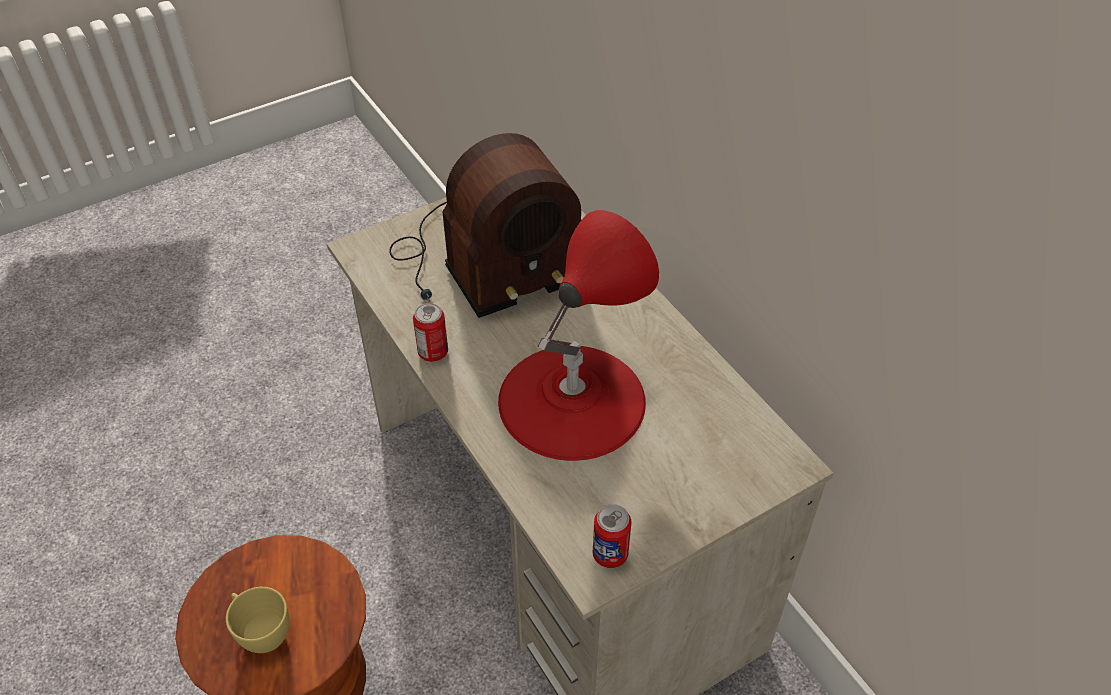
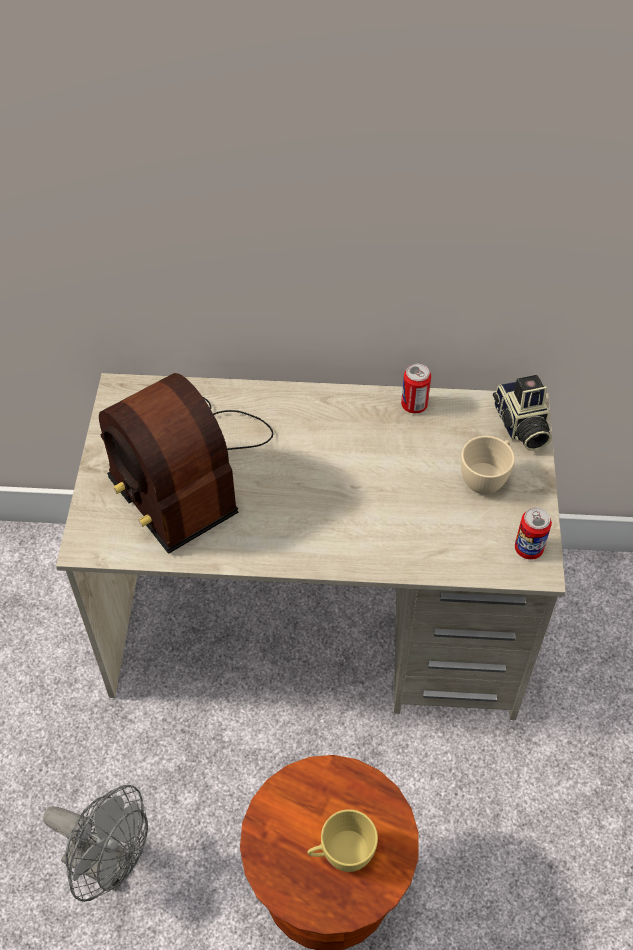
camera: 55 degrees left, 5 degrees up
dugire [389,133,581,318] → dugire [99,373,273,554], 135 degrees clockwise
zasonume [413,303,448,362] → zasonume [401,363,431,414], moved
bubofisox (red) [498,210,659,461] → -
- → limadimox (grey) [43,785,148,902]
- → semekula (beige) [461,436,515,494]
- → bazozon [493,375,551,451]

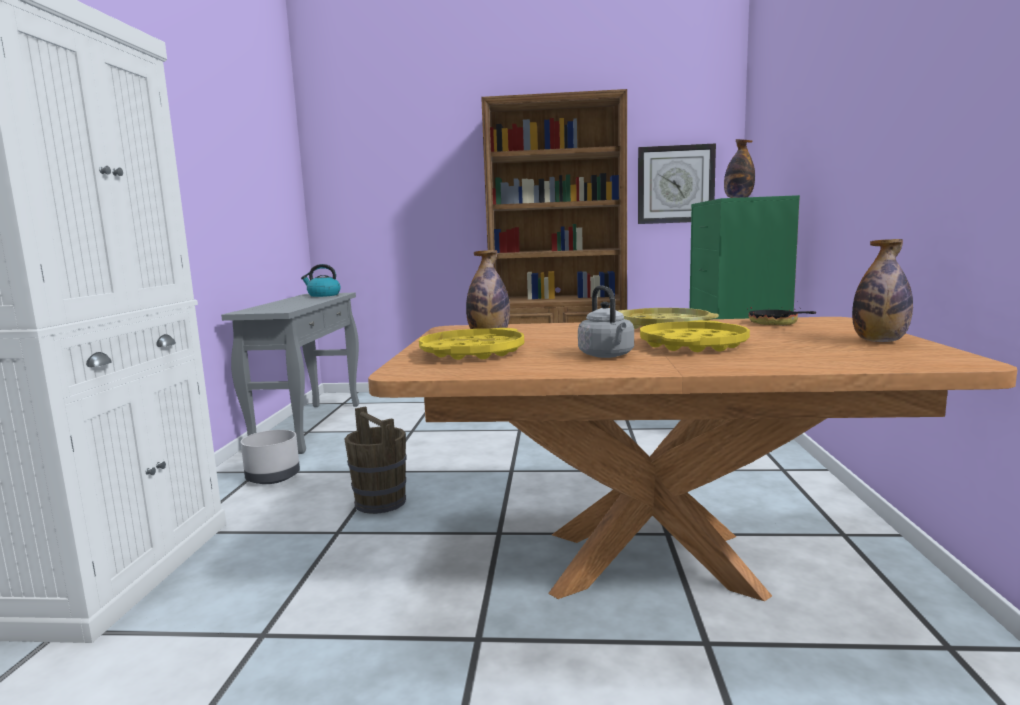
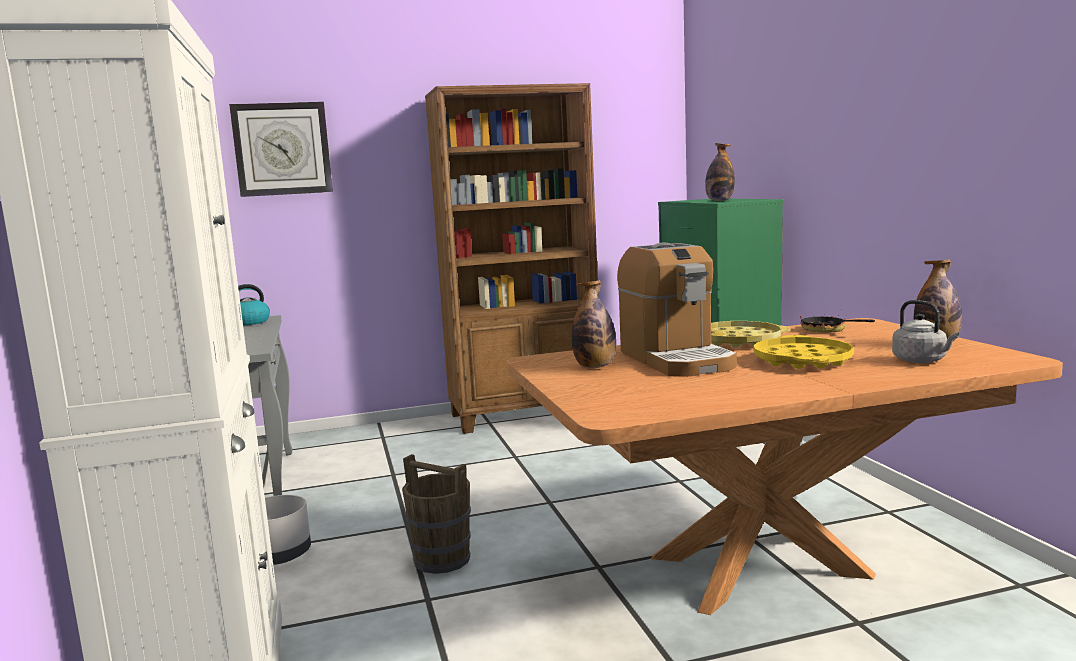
camera: 20 degrees left, 0 degrees up
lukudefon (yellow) [419,328,524,360] → -
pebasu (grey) [578,286,634,358] → pebasu (grey) [892,300,959,363], moved
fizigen [638,143,716,224] → fizigen [229,102,333,197], moved
- → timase [617,243,737,377]

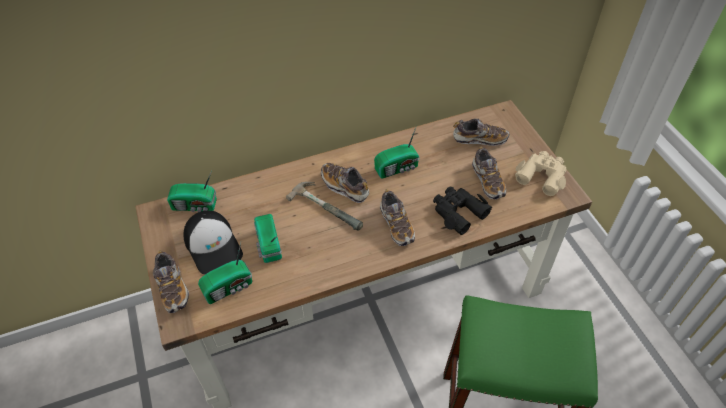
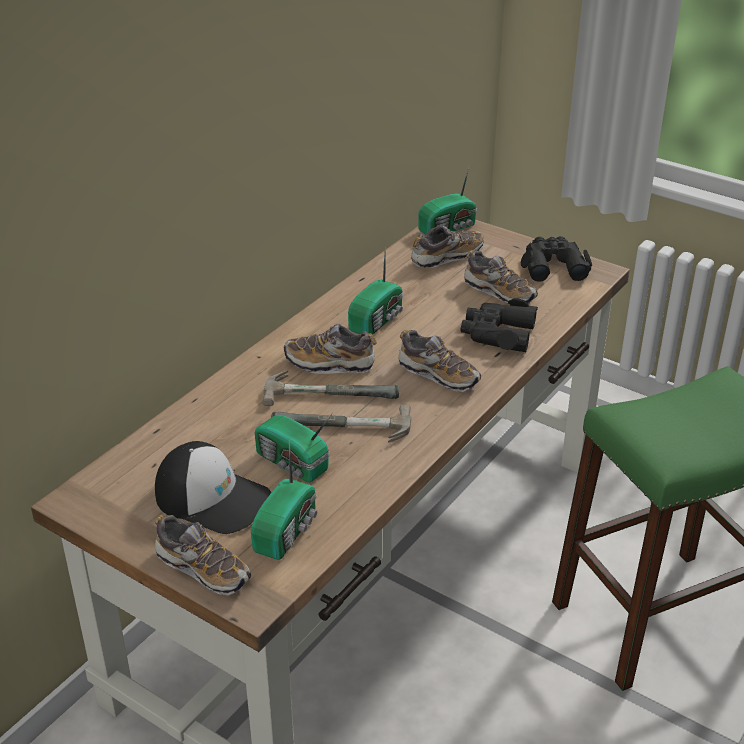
camera: 35 degrees left, 15 degrees down
dugire [167,171,217,212] → dugire [418,165,477,235], moved
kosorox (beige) [515,151,567,196] → kosorox (black) [521,236,592,282]
- → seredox [271,404,411,443]

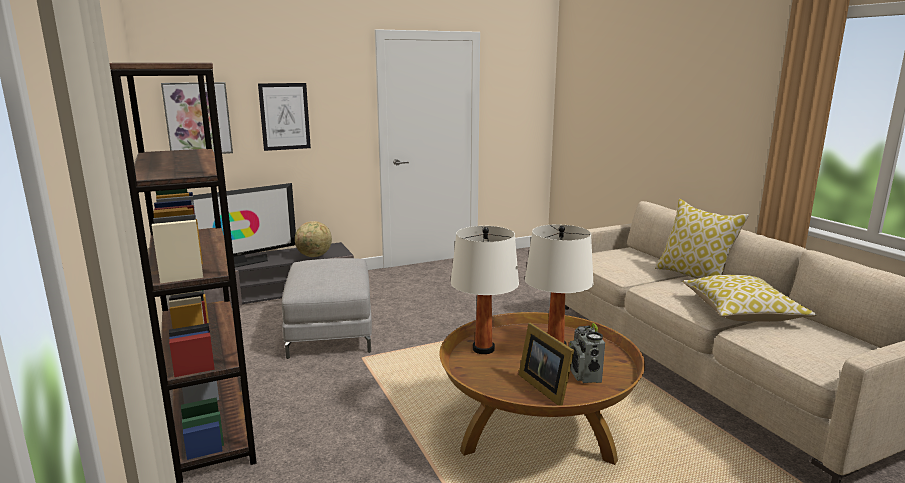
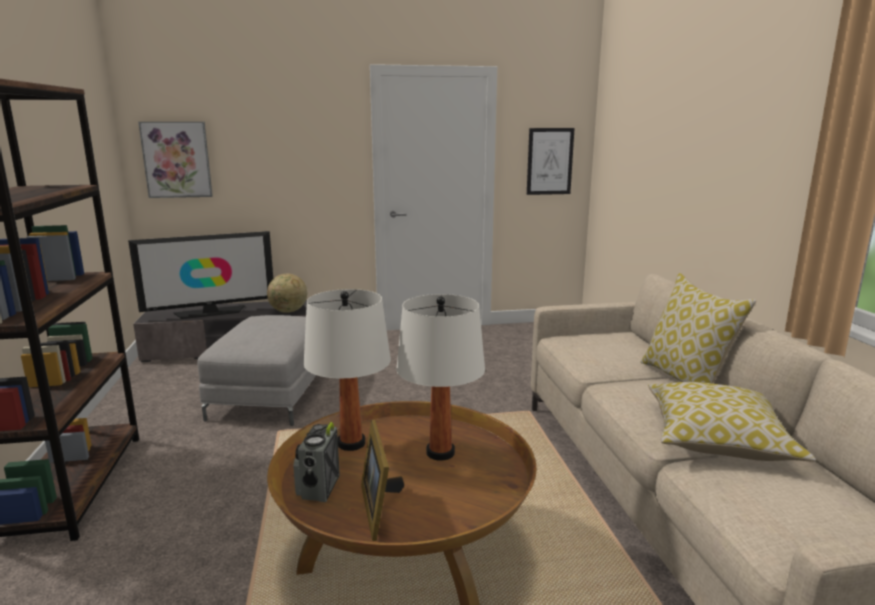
camera: 15 degrees right, 0 degrees up
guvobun [258,83,311,151] → guvobun [527,128,575,195], moved
dugire [569,323,605,383] → dugire [293,422,340,502], moved

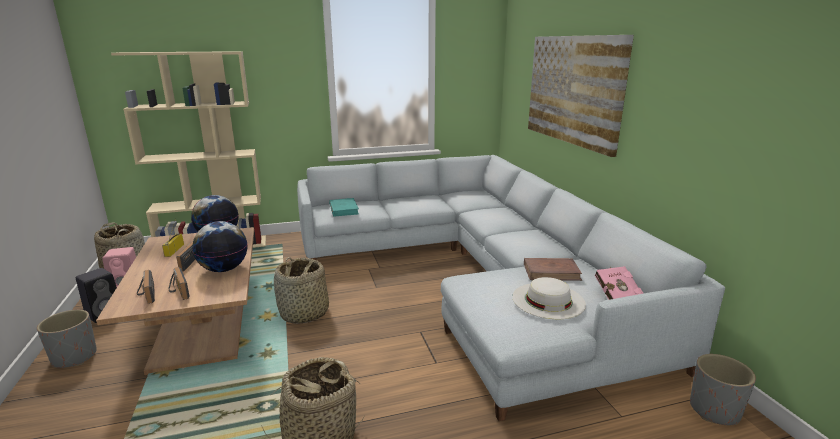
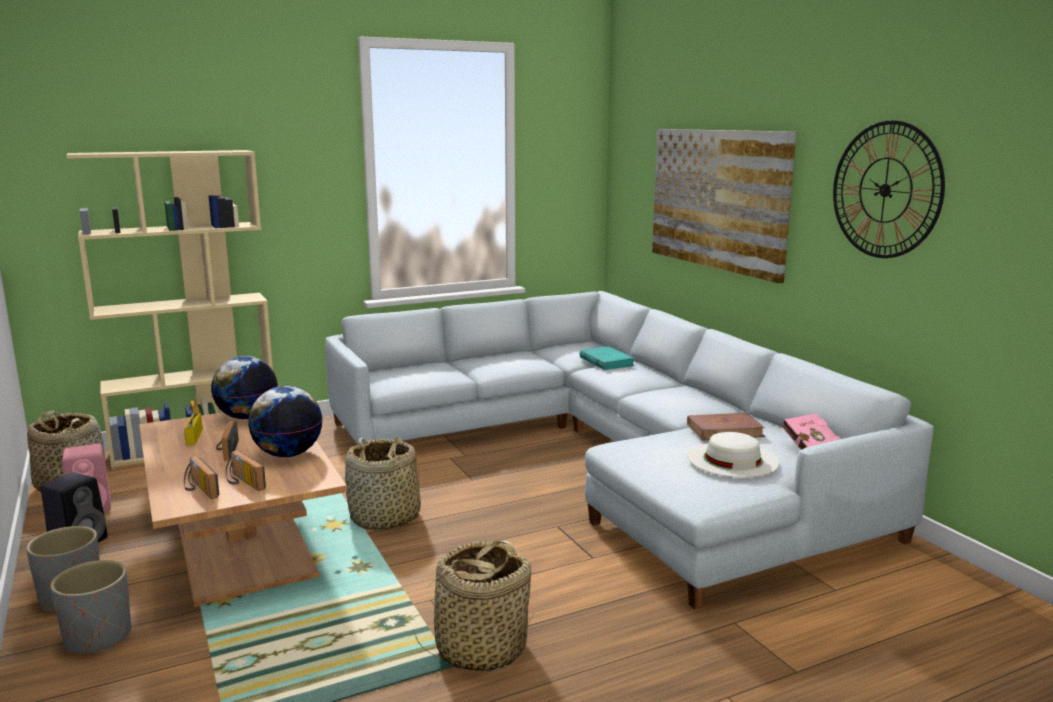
camera: 10 degrees left, 5 degrees down
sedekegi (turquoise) [329,198,359,217] → sedekegi (turquoise) [580,346,635,370], moved
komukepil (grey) [690,354,756,425] → komukepil (grey) [50,560,131,654], moved
- → fizigen [833,120,945,258]

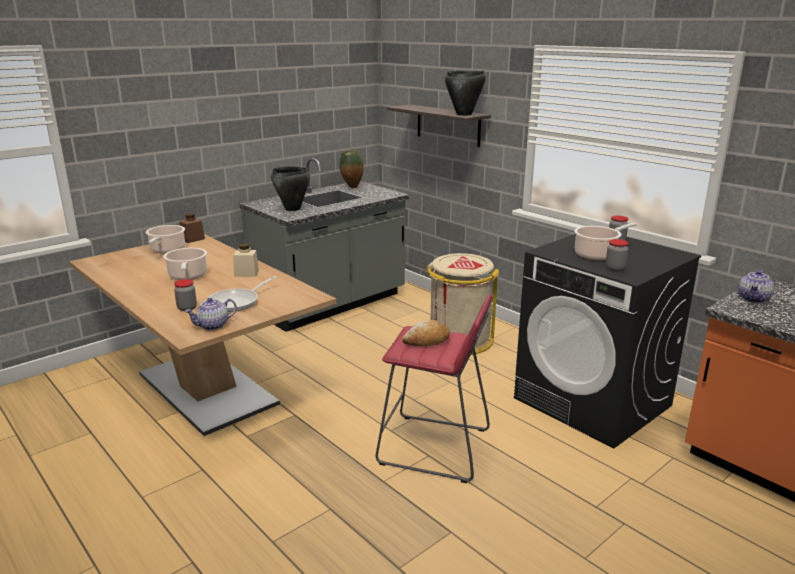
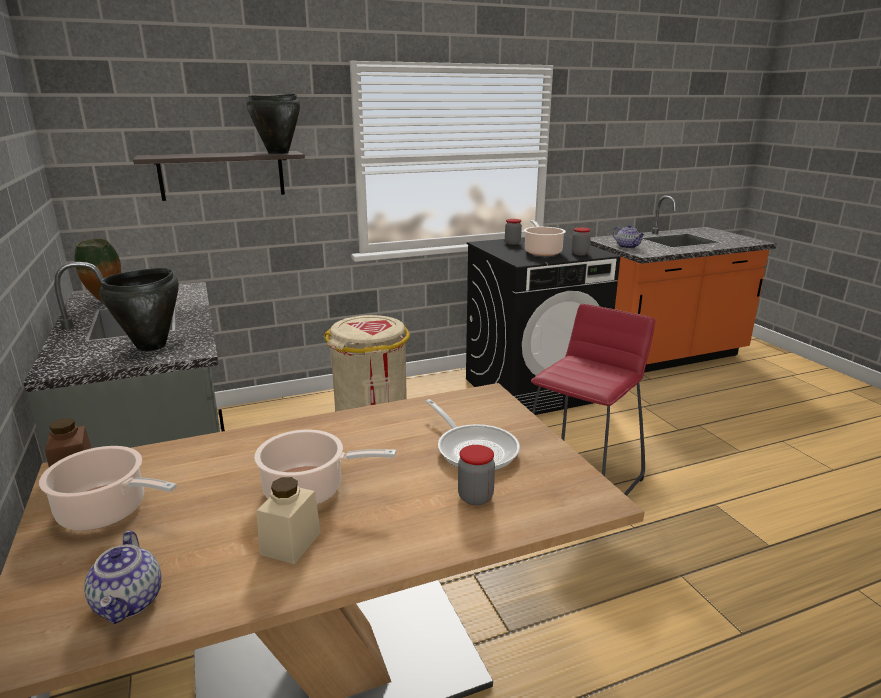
camera: 70 degrees left, 0 degrees up
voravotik [185,298,237,330] → voravotik [84,531,162,624], moved
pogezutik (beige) [233,243,259,277] → pogezutik (beige) [256,477,321,564], moved
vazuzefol [402,320,450,346] → -

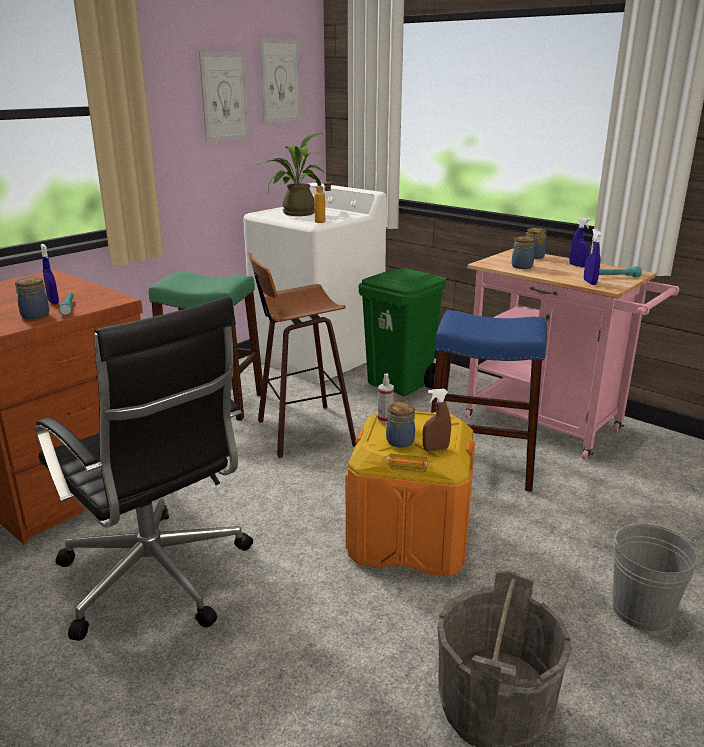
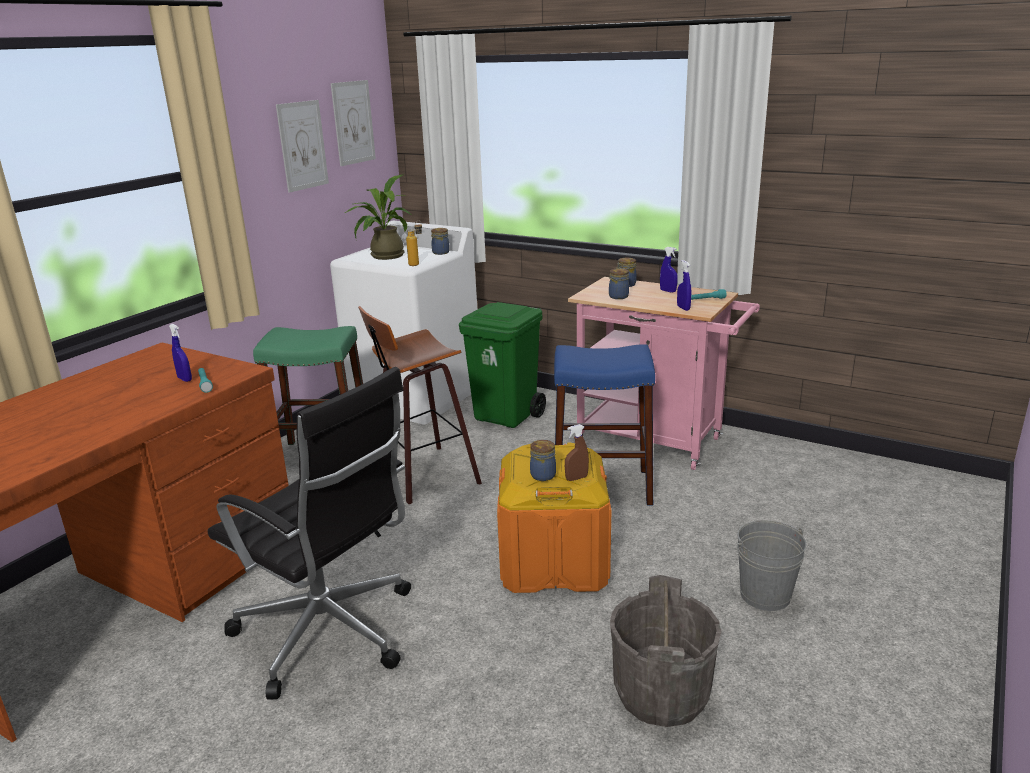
camera: 10 degrees left, 0 degrees up
pogezutik [15,277,49,320] → pogezutik [431,228,450,255], moved
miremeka [378,374,394,423] → -

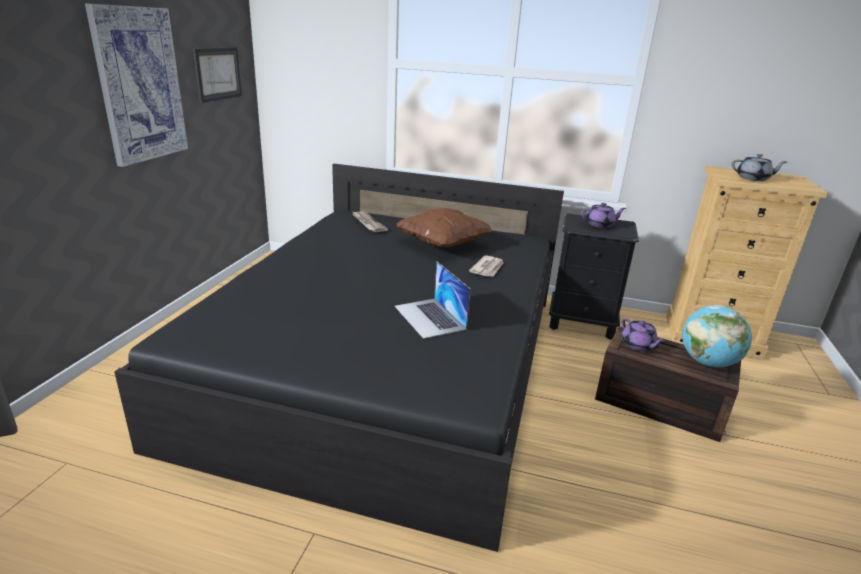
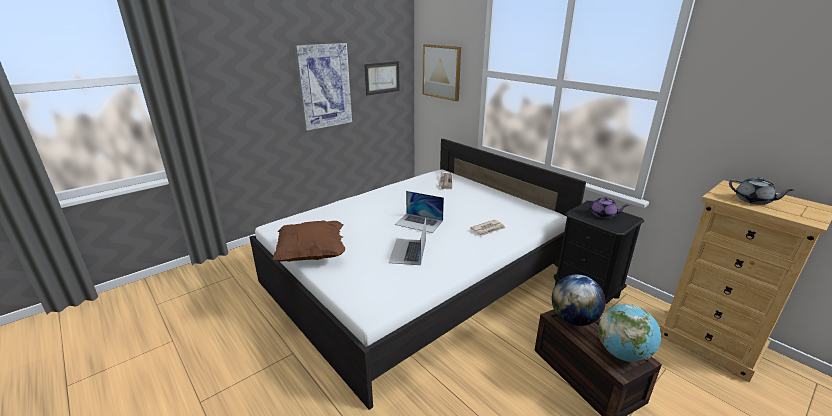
camera: 35 degrees right, 0 degrees up
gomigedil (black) [114,164,564,552] → gomigedil (white) [250,139,586,410]
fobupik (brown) [397,208,492,248] → fobupik (brown) [272,220,345,262], moved
voravotik (purple) [621,318,665,351] → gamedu [552,275,606,326]
- → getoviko [395,191,444,233]
- → guvobun [423,44,461,101]

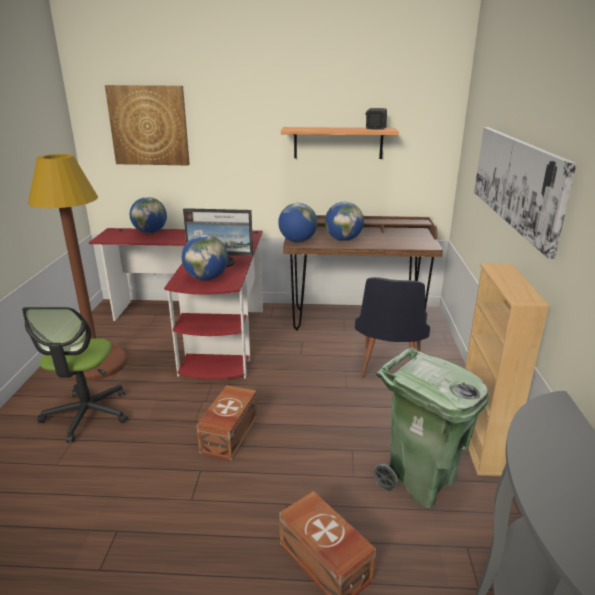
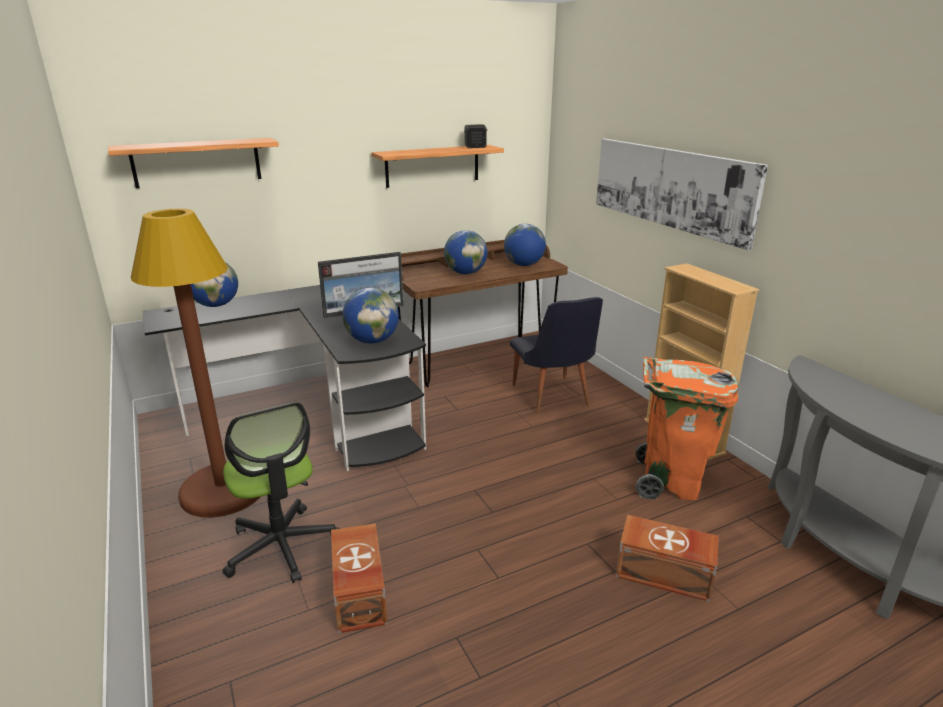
camera: 30 degrees left, 0 degrees up
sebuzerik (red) [89,228,263,379] → sebuzerik (black) [143,285,426,471]
guvobun [105,85,190,165] → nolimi [108,138,279,188]
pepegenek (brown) [196,385,257,460] → pepegenek (brown) [331,523,388,633], moved
gamedu [278,203,318,242] → gamedu [504,224,546,266], moved
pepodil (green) [373,347,488,508] → pepodil (orange) [635,357,739,500]

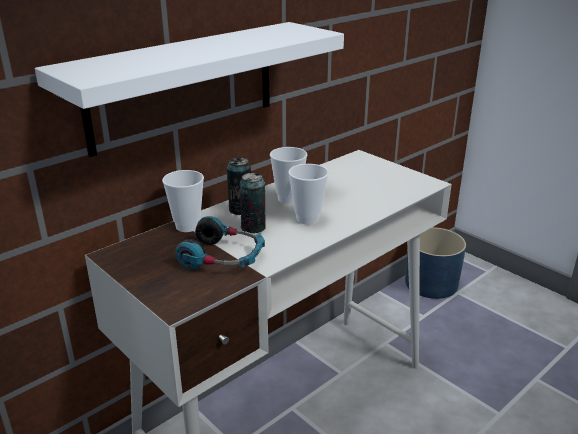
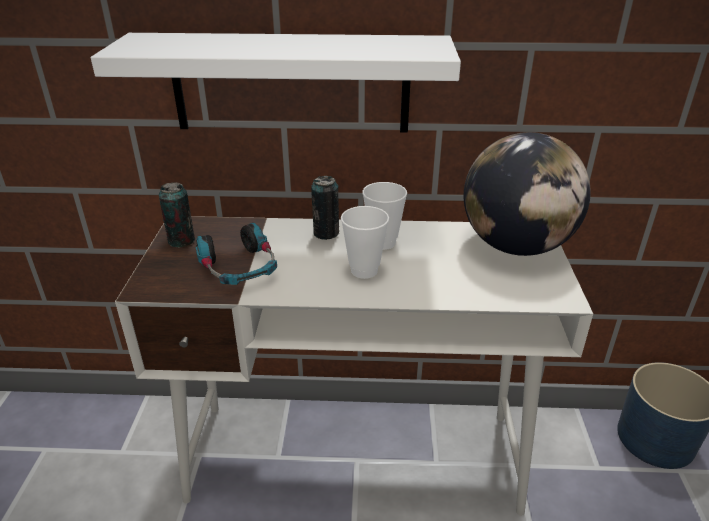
camera: 45 degrees right, 5 degrees up
semekula [162,170,204,232] → -
zasonume [239,173,266,233] → zasonume [159,182,195,247], moved
- → gamedu [464,132,591,256]

